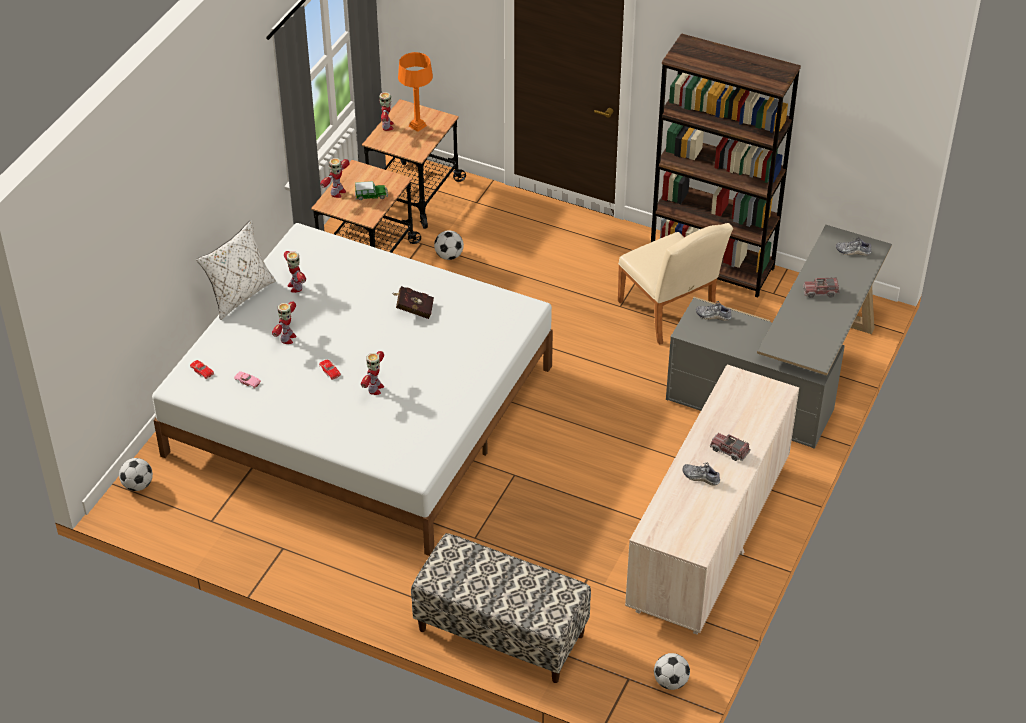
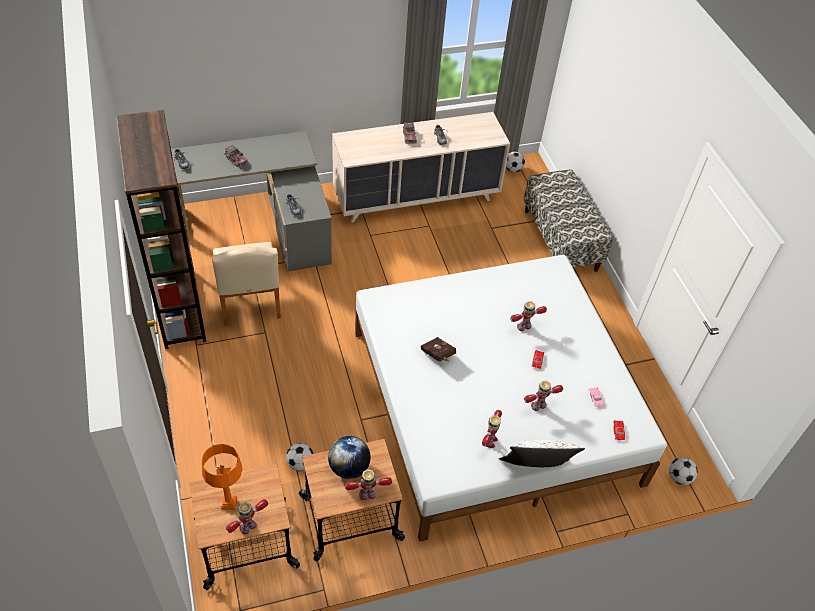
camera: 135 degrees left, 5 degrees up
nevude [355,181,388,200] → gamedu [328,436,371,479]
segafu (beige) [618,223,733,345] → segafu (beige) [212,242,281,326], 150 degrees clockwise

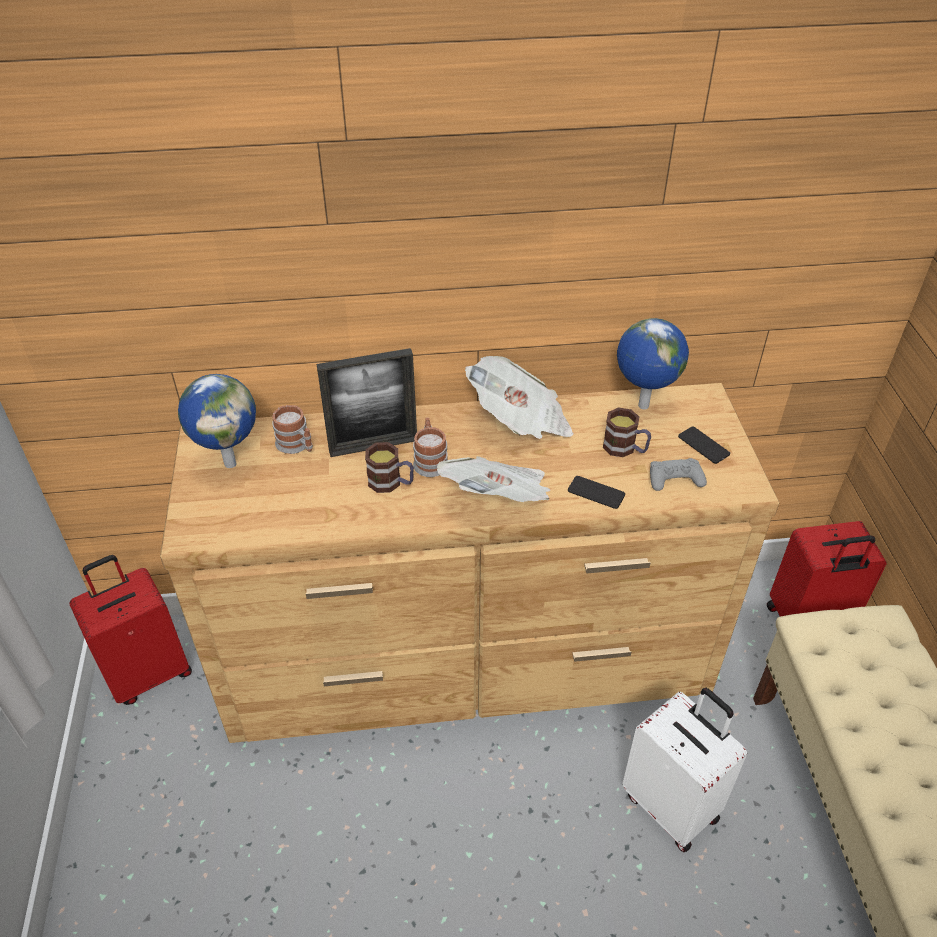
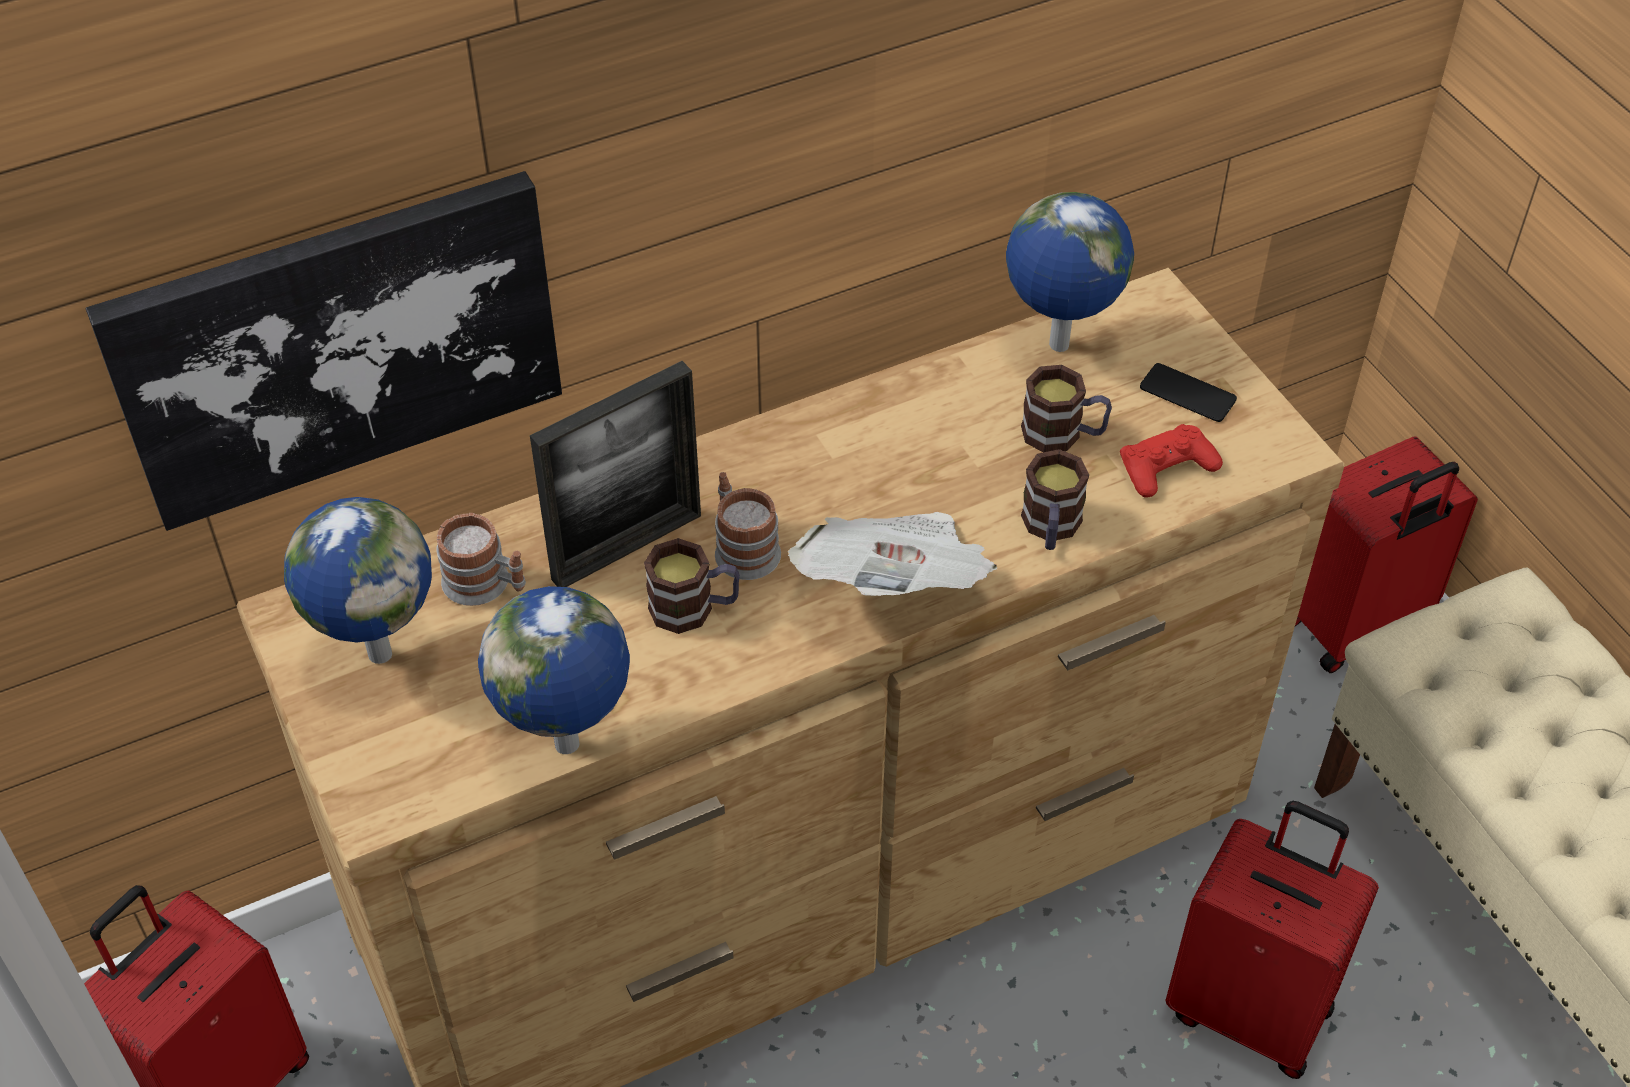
camera: 20 degrees left, 5 degrees up
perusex [465,356,574,439] → -
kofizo [568,476,625,509] → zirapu [1021,449,1089,550]
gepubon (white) [622,688,747,852] → gepubon (red) [1165,801,1379,1079]
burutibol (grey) [650,458,707,491] → burutibol (red) [1120,424,1223,498]
- → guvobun [86,171,562,531]
- → gamedu [478,586,630,754]

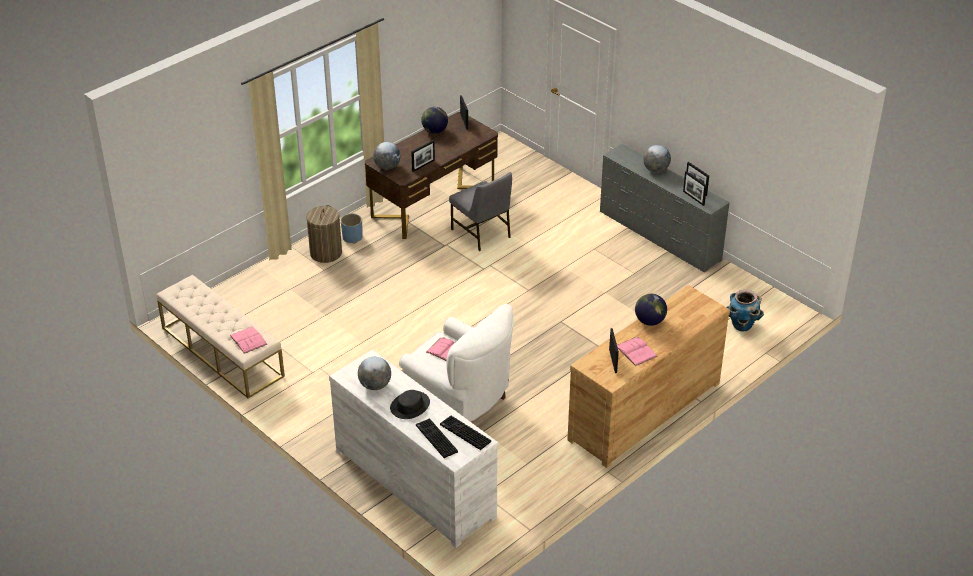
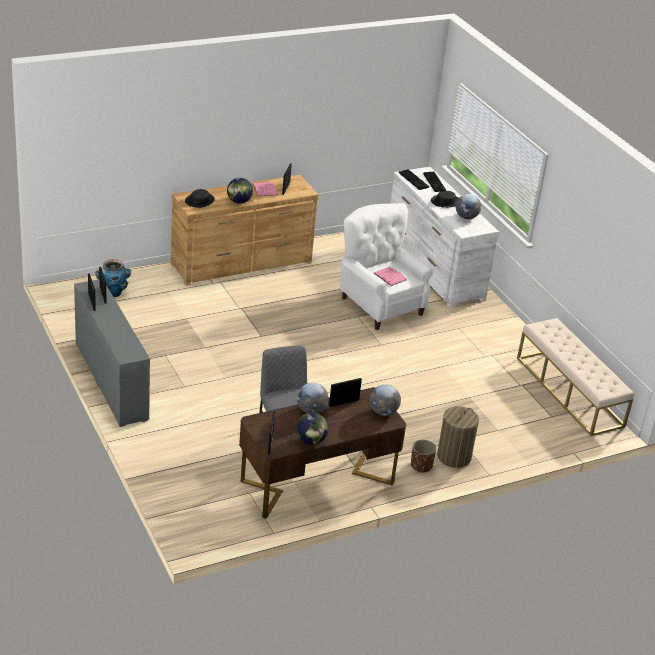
camera: 165 degrees left, 5 degrees down
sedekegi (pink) [230,326,267,354] → -
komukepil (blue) [341,214,363,243] → komukepil (brown) [411,440,436,473]
gamedu [643,145,671,173] → gamedu [297,383,328,413], moved
- → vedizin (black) [185,189,215,208]

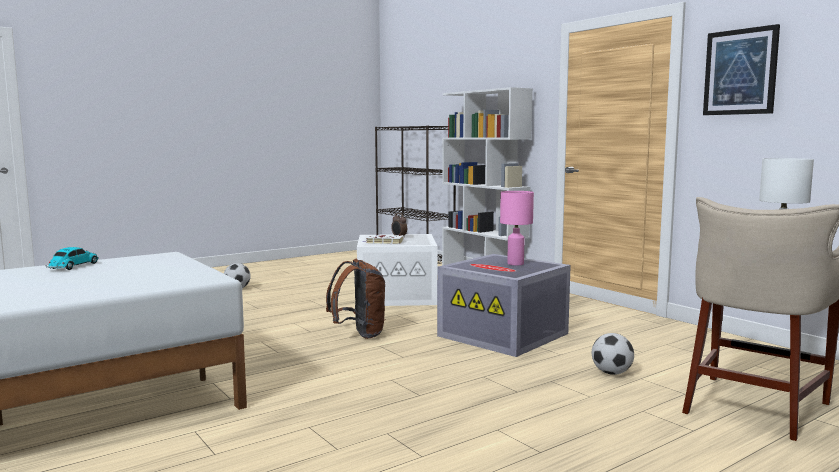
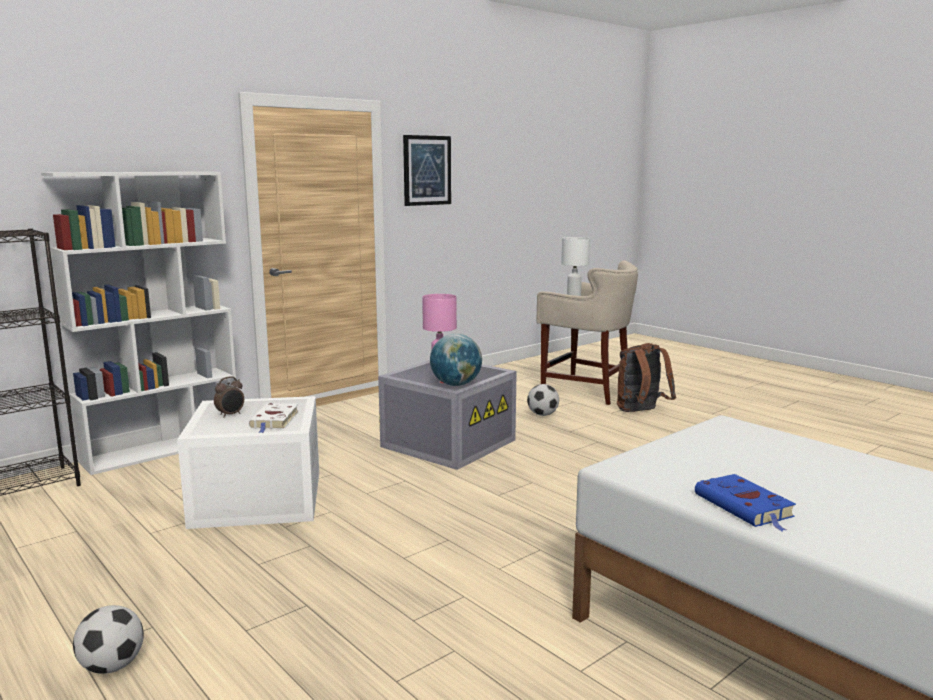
camera: 95 degrees left, 5 degrees up
nevude [46,247,99,270] → sedekegi (blue) [695,474,796,531]
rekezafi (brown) [326,259,385,339] → rekezafi (brown) [617,343,676,412], moved
- → gamedu [430,334,482,386]

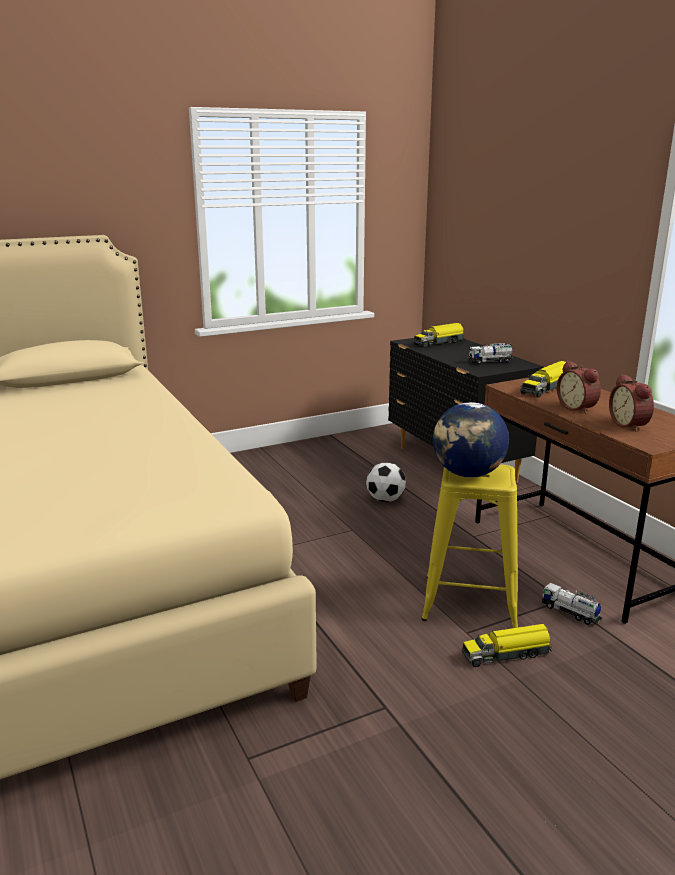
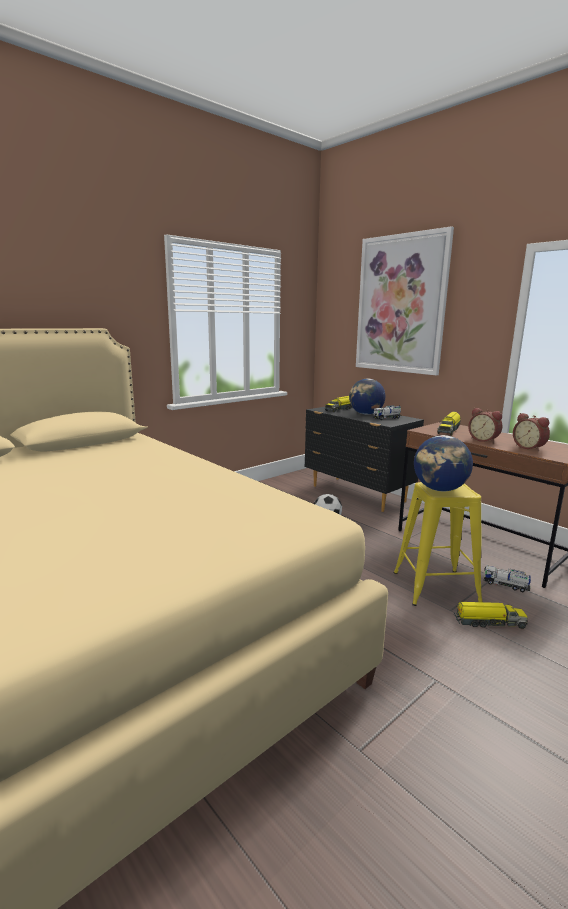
camera: 15 degrees left, 5 degrees down
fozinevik [462,624,552,667] → fozinevik [454,602,528,629], 150 degrees counterclockwise
- → gamedu [349,378,385,415]
- → guvobun [356,226,454,375]

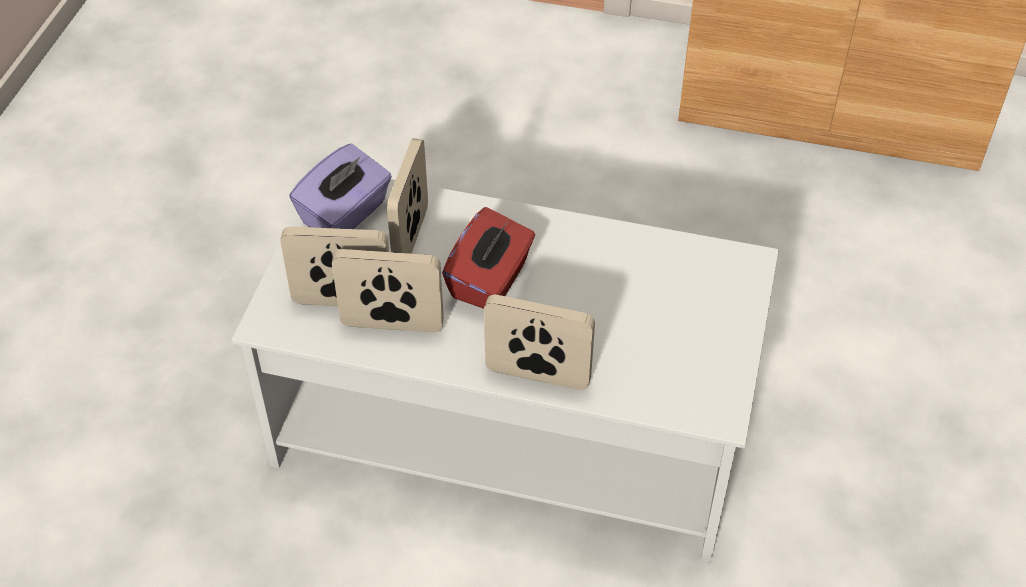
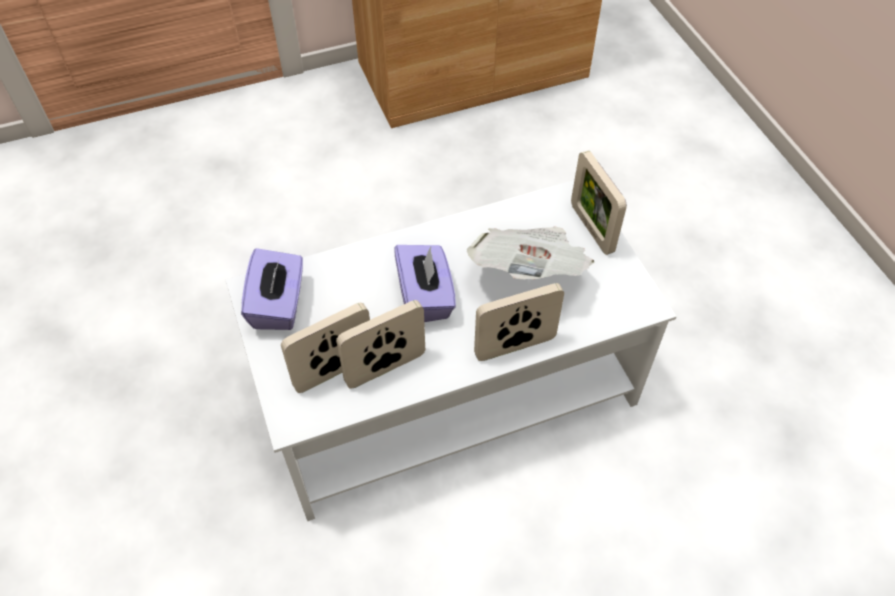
camera: 35 degrees left, 5 degrees up
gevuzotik [387,138,428,254] → gevuzotik [571,150,627,255], moved
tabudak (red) [442,207,535,309] → tabudak (purple) [394,245,456,322]
- → perusex [466,226,595,279]

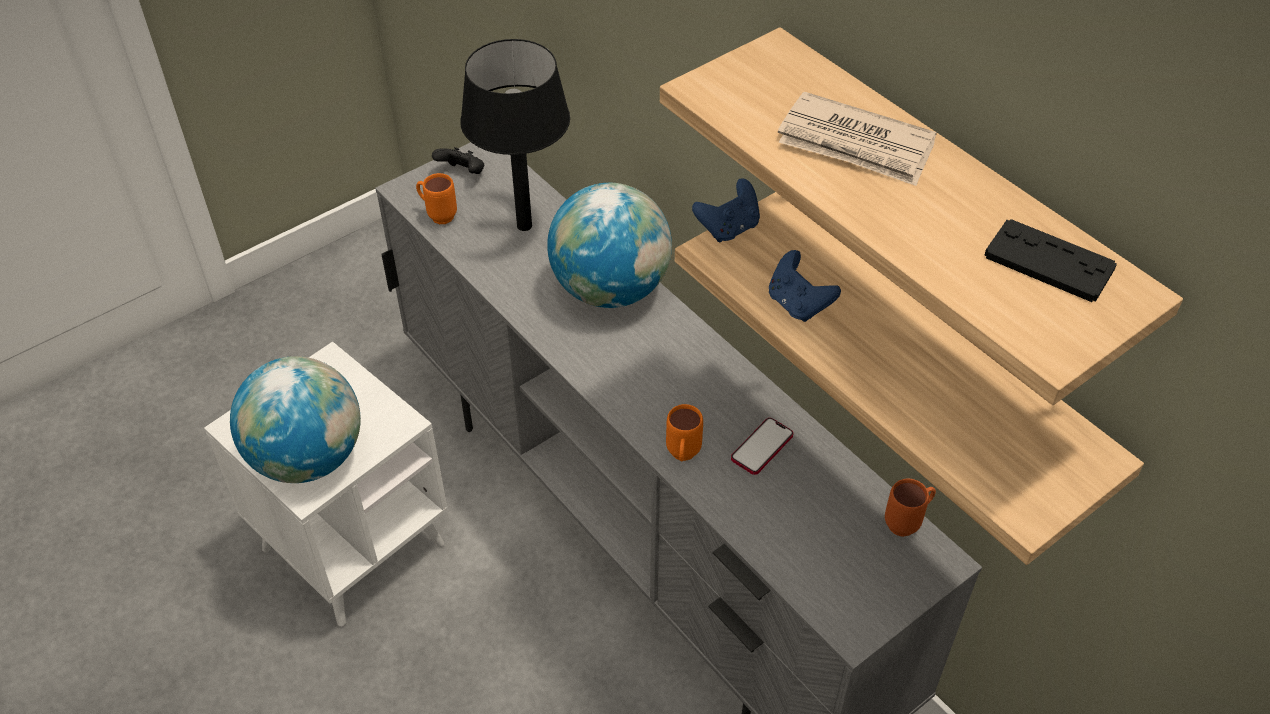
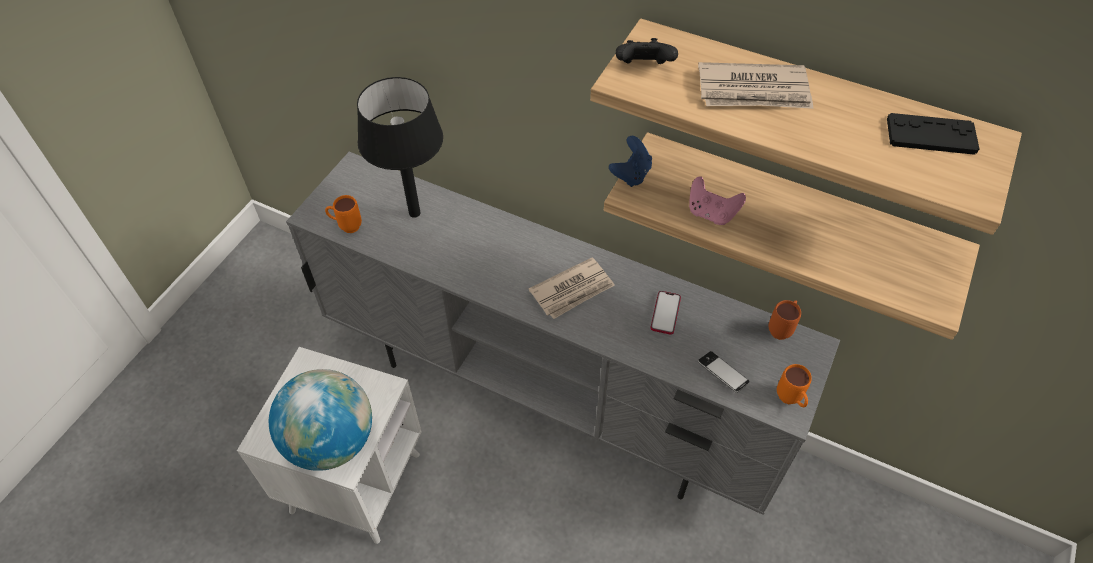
camera: 25 degrees left, 5 degrees up
burutibol (black) [432,147,484,174] → burutibol (black) [616,38,678,64], moved
gamedu [547,183,672,308] → -
zirapu (orange) [666,404,703,461] → zirapu (orange) [777,364,812,407], moved
burutibol (blue) [769,250,841,322] → burutibol (pink) [689,176,746,225]
- → perusex [529,257,615,319]
- → kofizo [698,351,750,393]

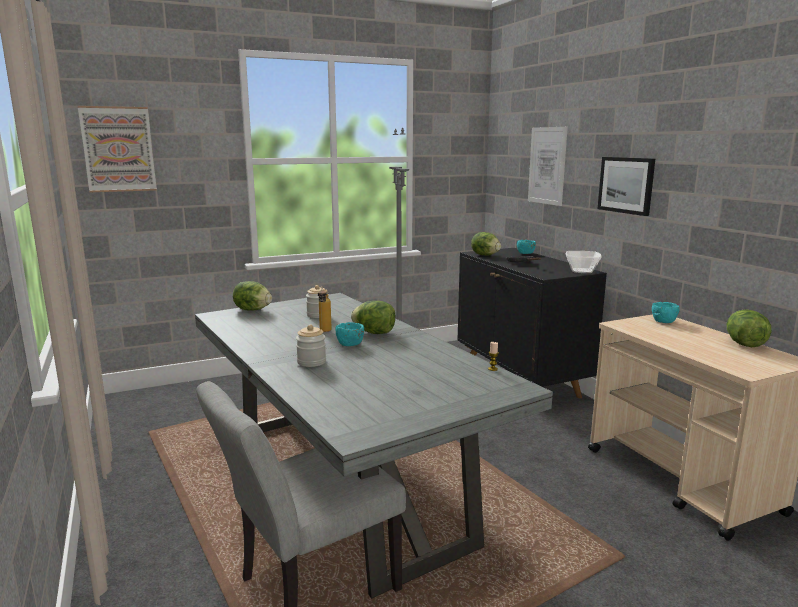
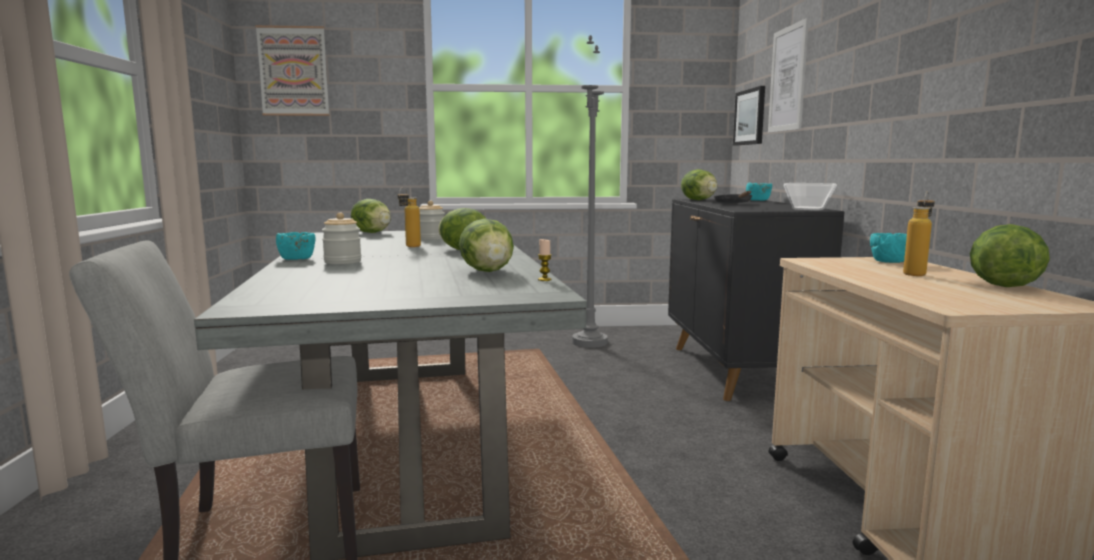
camera: 20 degrees right, 5 degrees down
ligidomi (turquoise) [335,322,364,346] → ligidomi (turquoise) [276,232,316,260], moved
guvobun [598,157,655,216] → guvobun [733,86,765,145], moved
- → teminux [459,219,514,272]
- → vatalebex [903,192,935,276]

